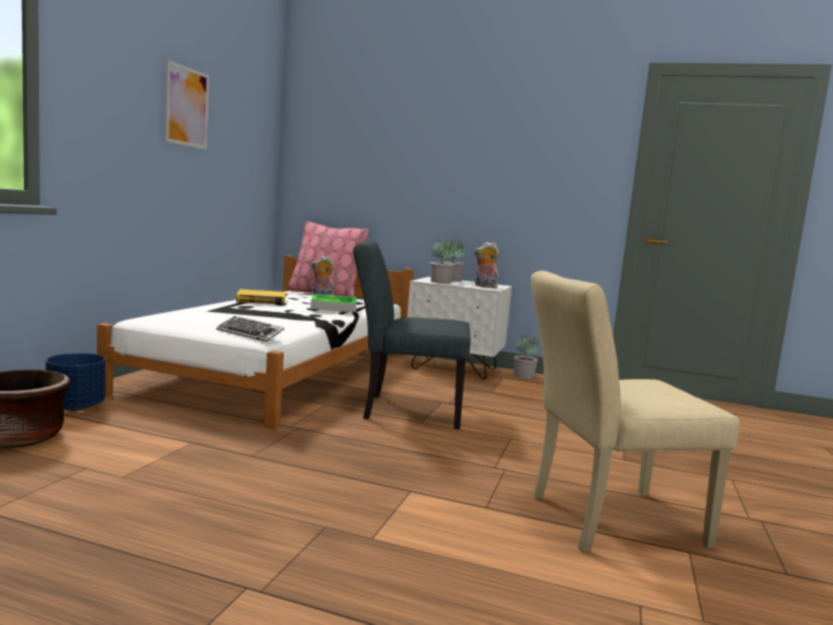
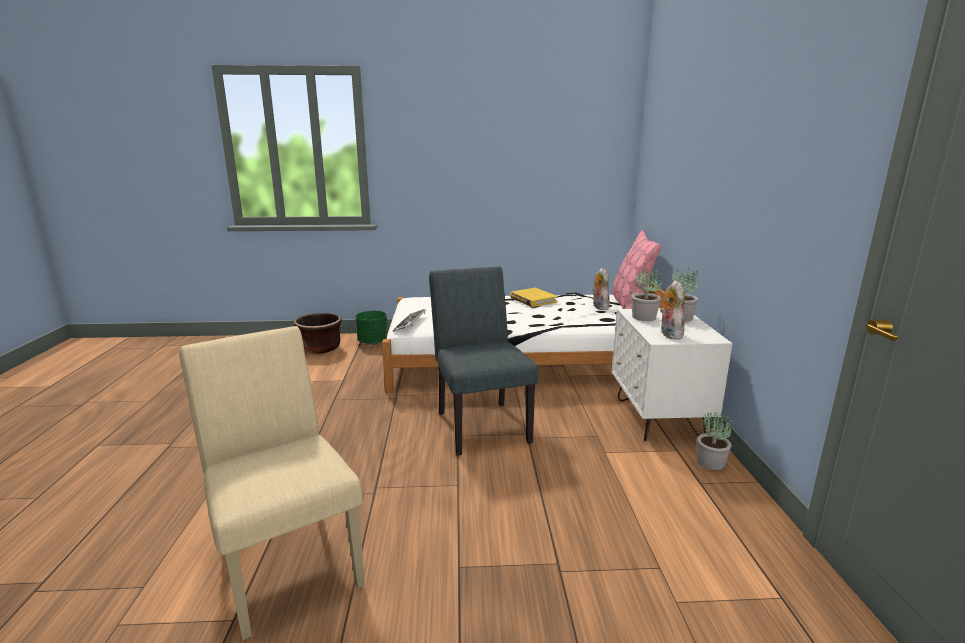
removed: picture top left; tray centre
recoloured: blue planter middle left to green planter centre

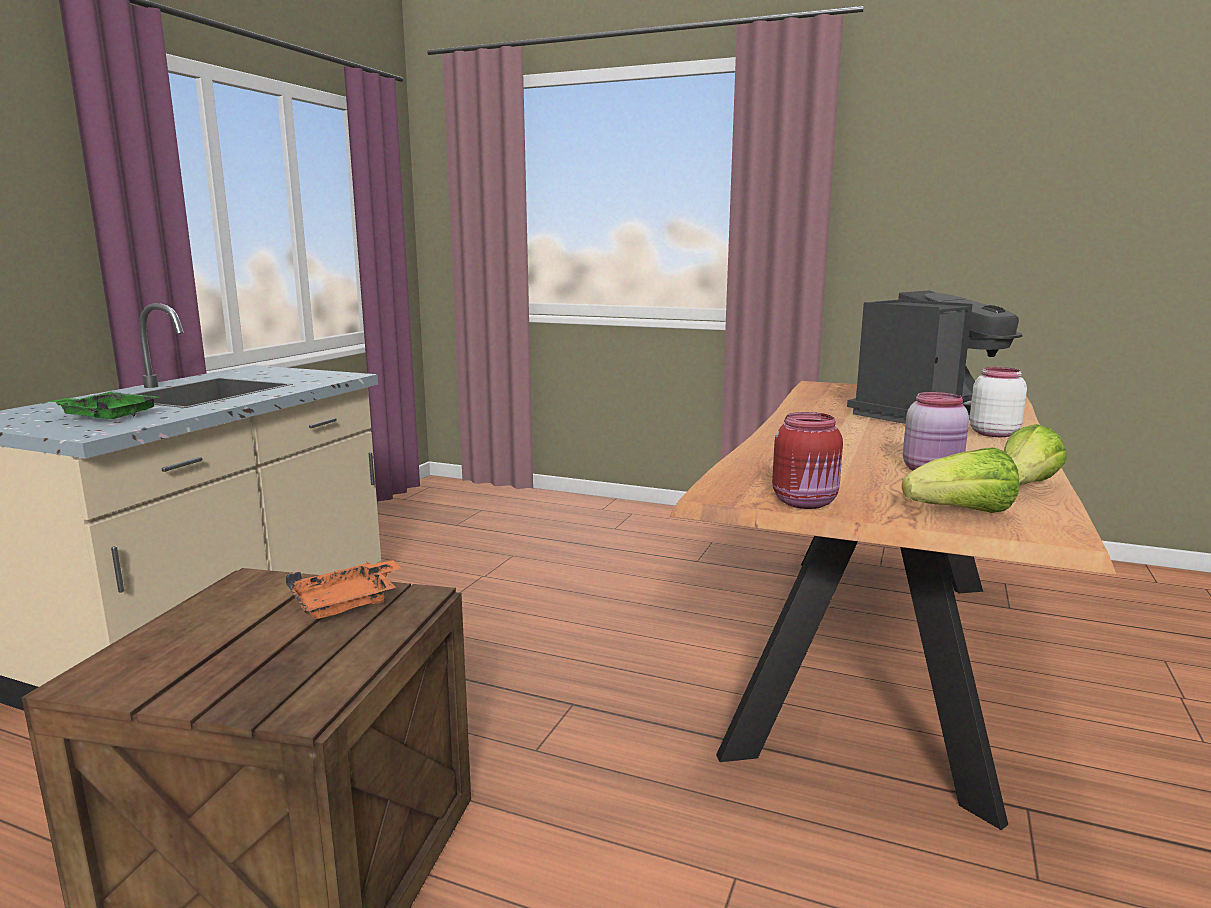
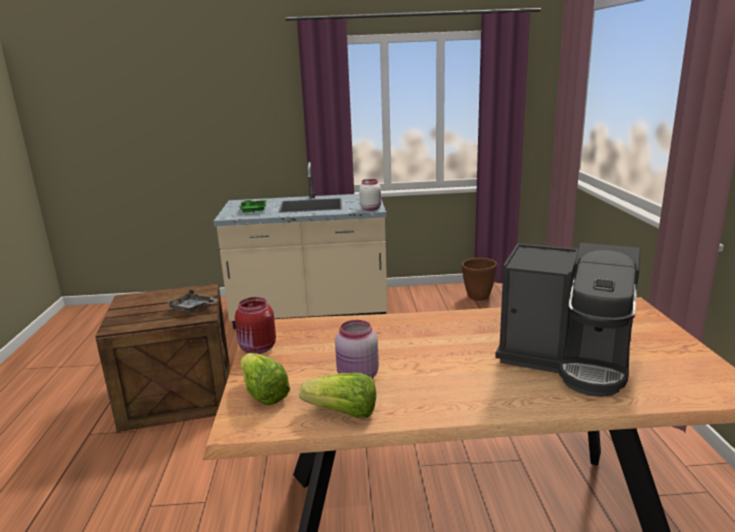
added: brown planter centre
moved: white jar middle right to centre
recoloured: orange tray middle left to grey tray middle left

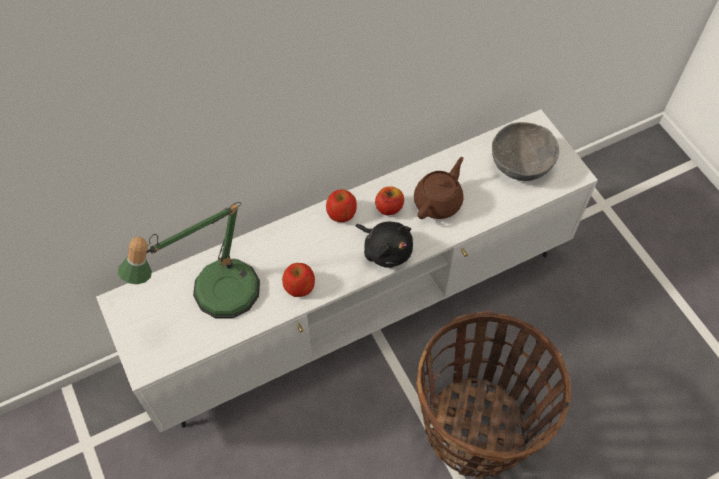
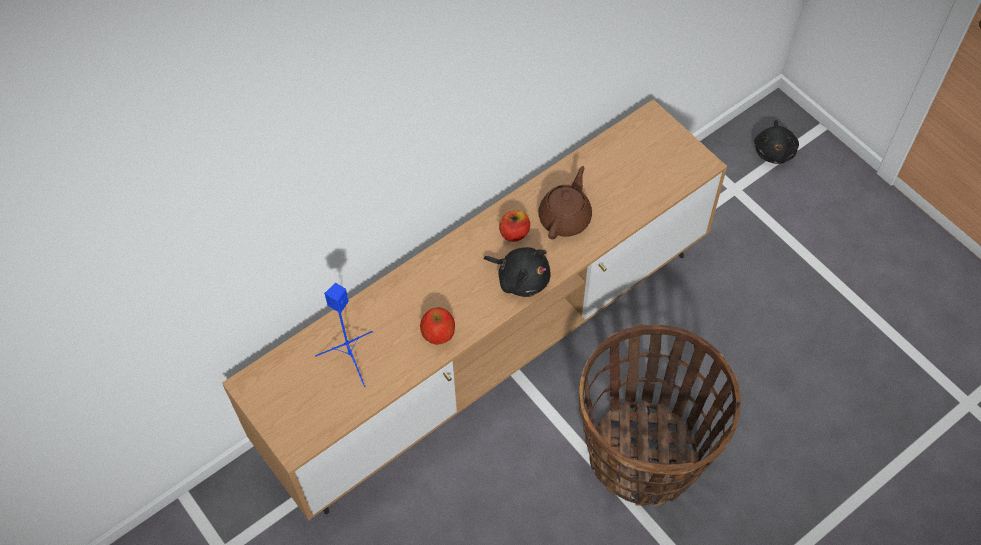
removed: apple (2nd from left) centre; grey bowl top right
added: black plush toy (2nd from left) top right
replaced: table lamp middle left to blue speaker centre
recoloured: white tv stand centre to brown tv stand centre

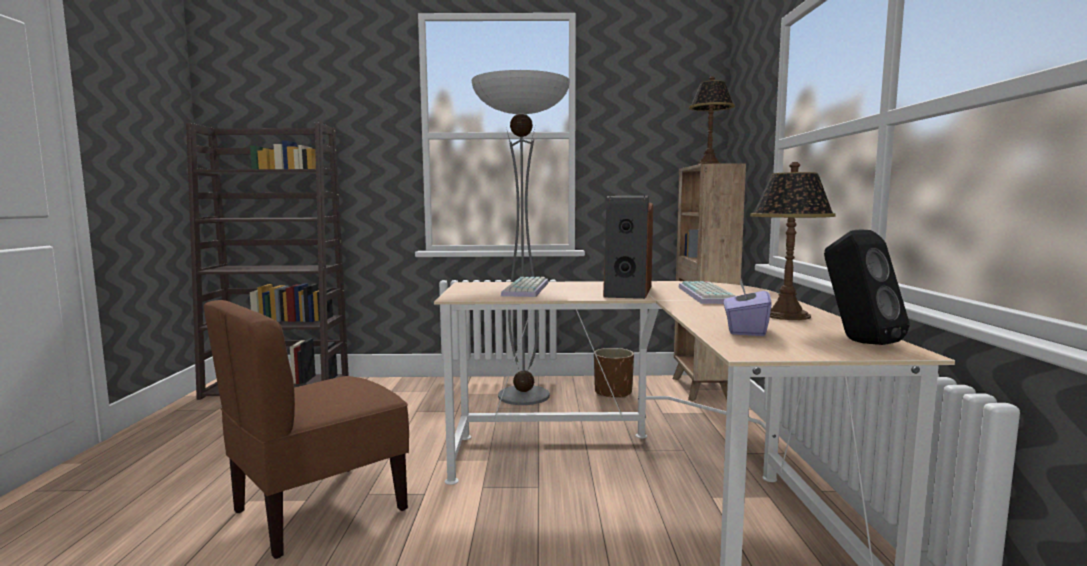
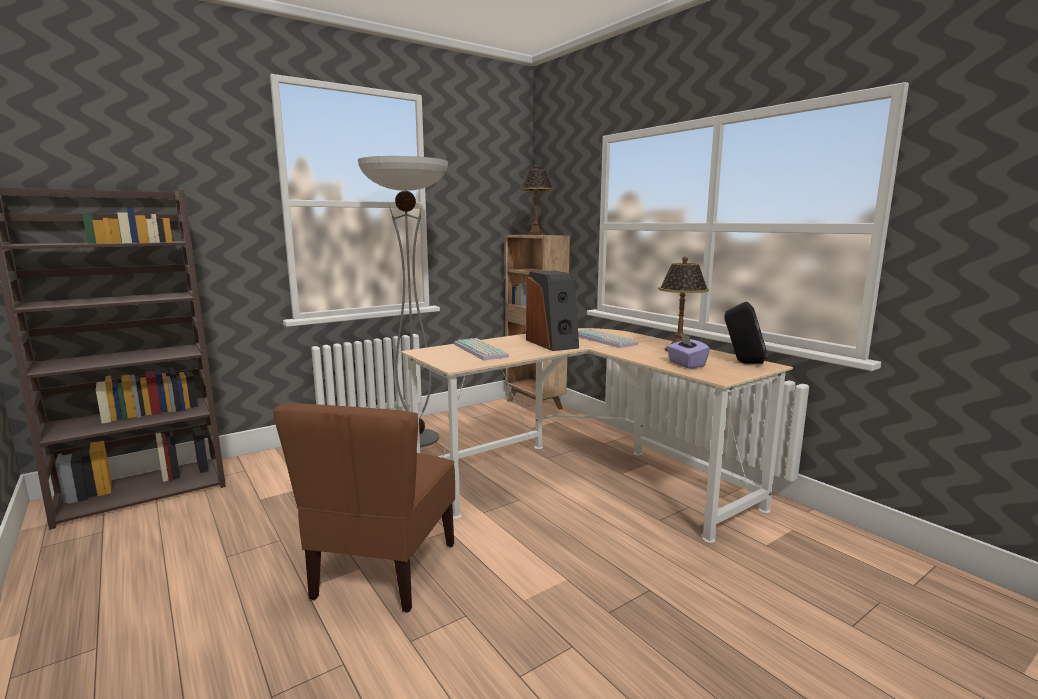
removed: brown planter centre

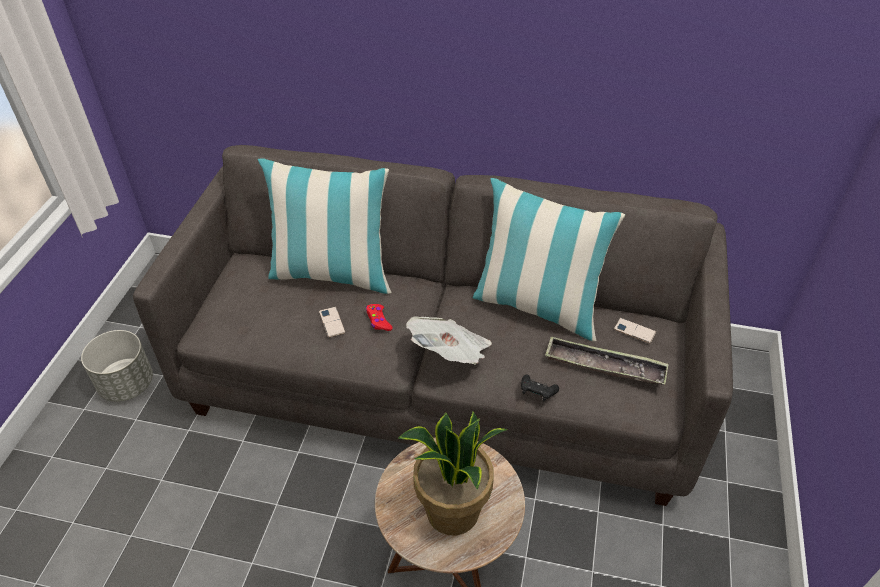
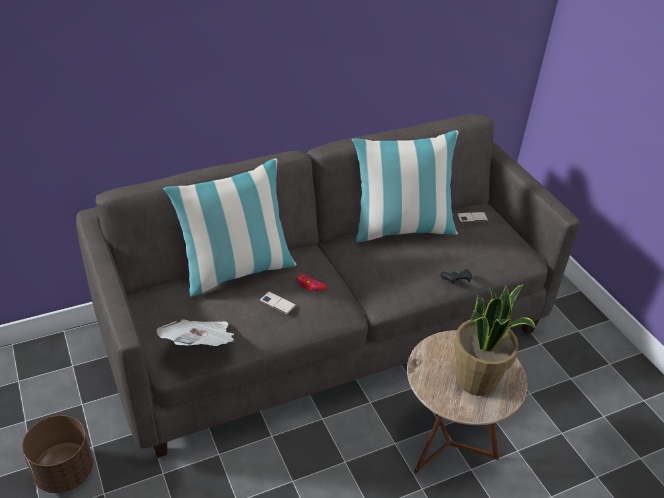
removed: tray middle right
moved: newspaper centre to bottom left
recoloured: grey planter middle left to brown planter bottom left

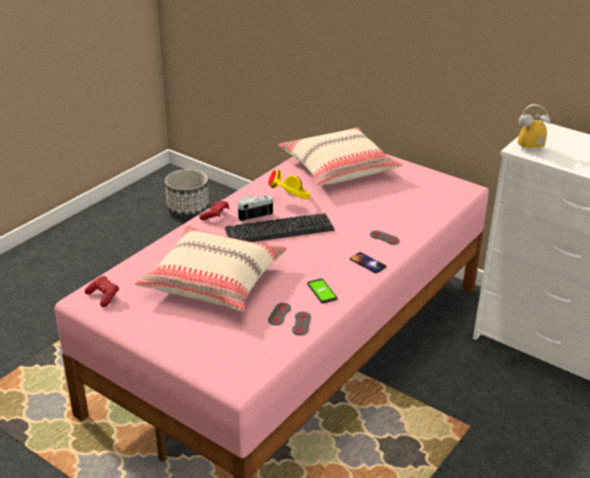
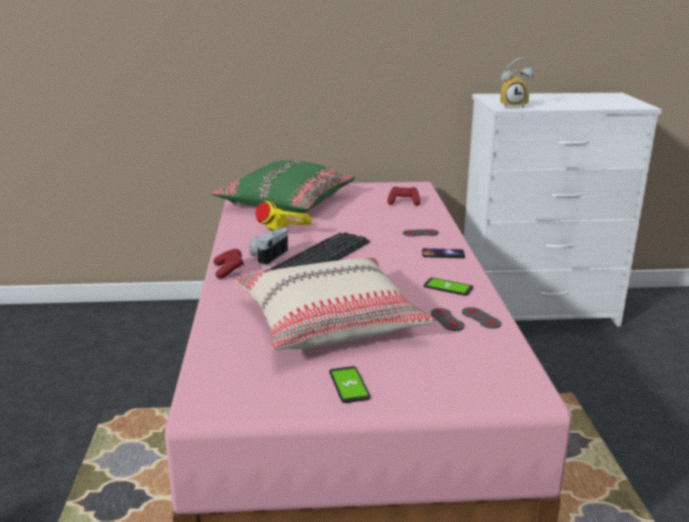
removed: planter middle left
added: phone (1st from left) bottom centre
moved: red game controller (1st from left in the first image) middle left to red game controller (2nd from left) centre
recoloured: beige pillow (2nd from left) top centre to green pillow centre
turned: alarm clock top right = top right 135 degrees counterclockwise

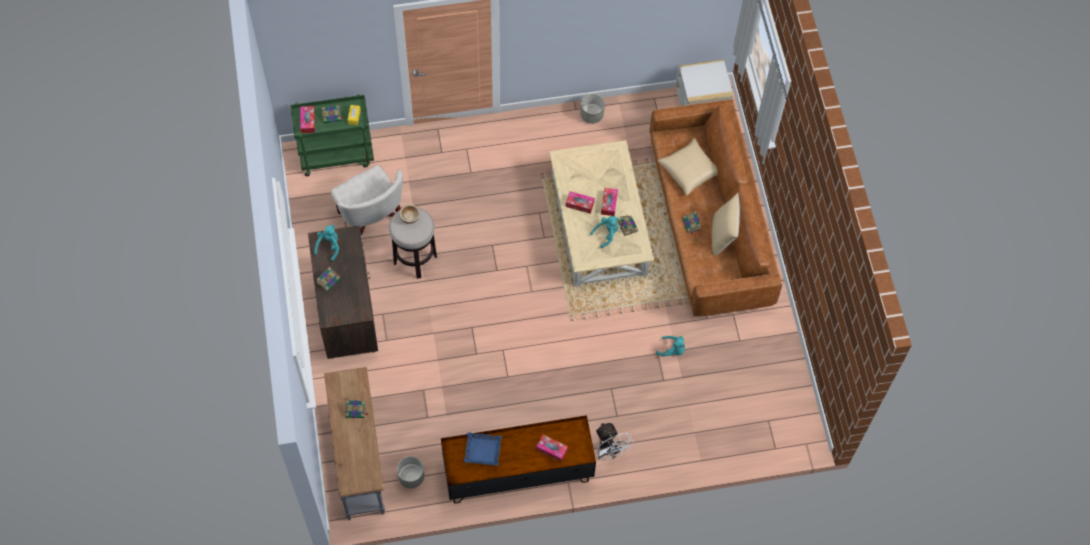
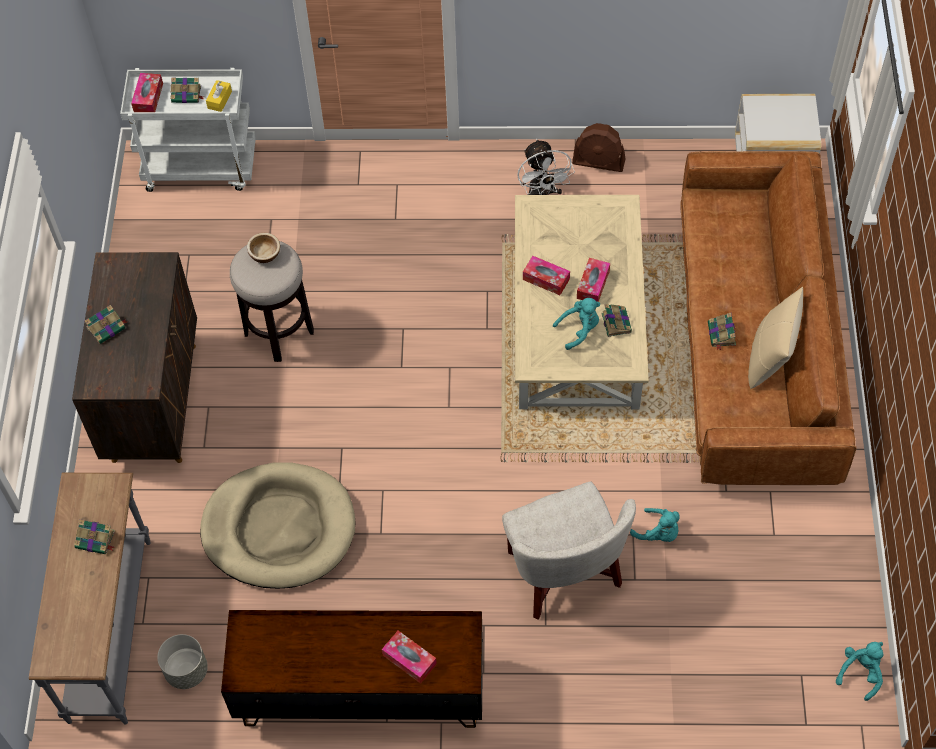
removed: blue tray bottom centre; beige pillow (1st from left) top centre
added: beige dog bed bottom left
moved: turquoise plush toy (1st from left in the first image) middle left to turquoise plush toy (3rd from left) bottom right; white armchair centre to bottom centre; white fan bottom centre to top centre
replaced: grey planter (2nd from left) top centre to brown fan top centre
recoloured: green cart top left to white cart top left

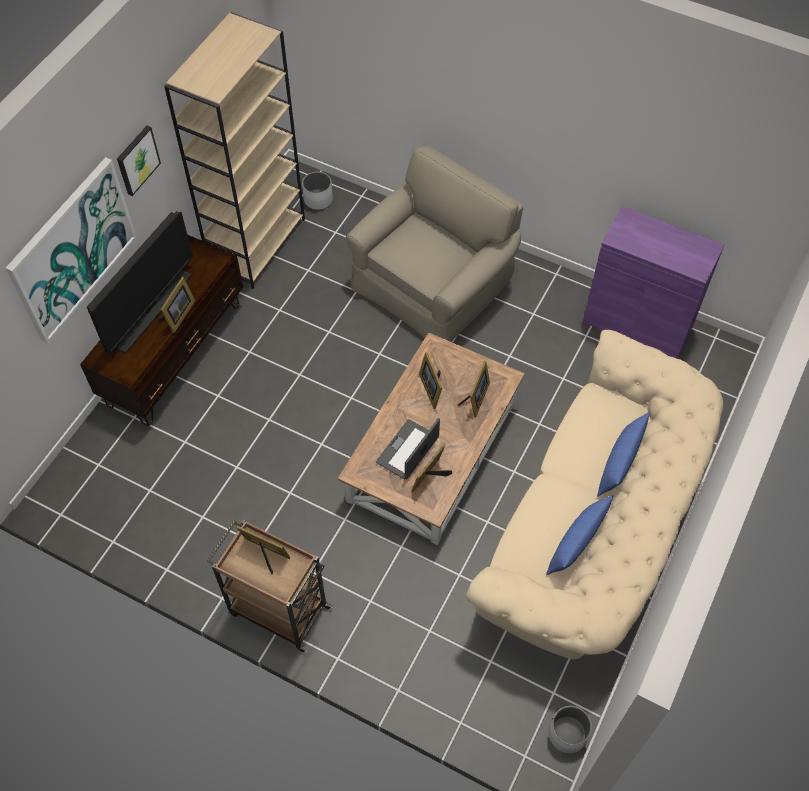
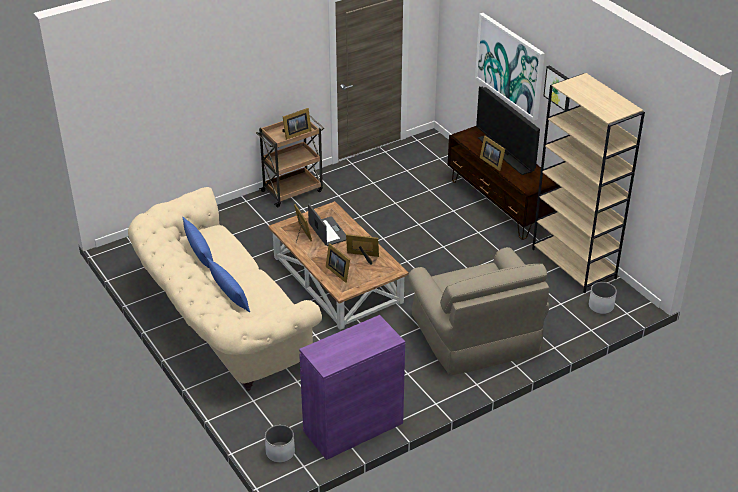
moved: white planter (2nd from left in the first image) bottom right to white planter (1st from left) bottom centre

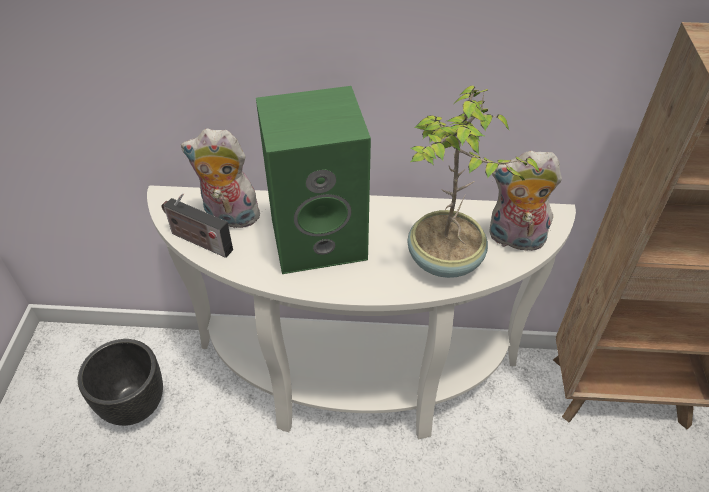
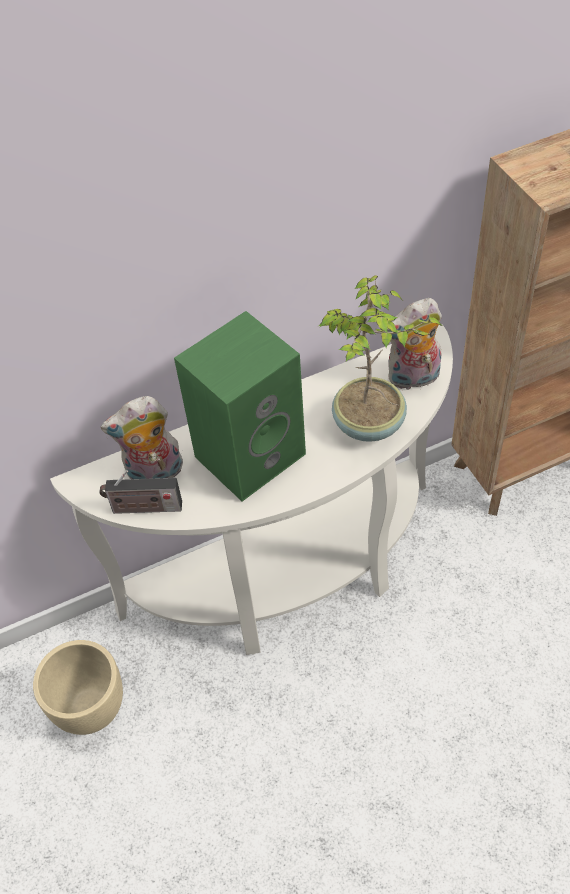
recoloured: black planter bottom left to beige planter bottom left

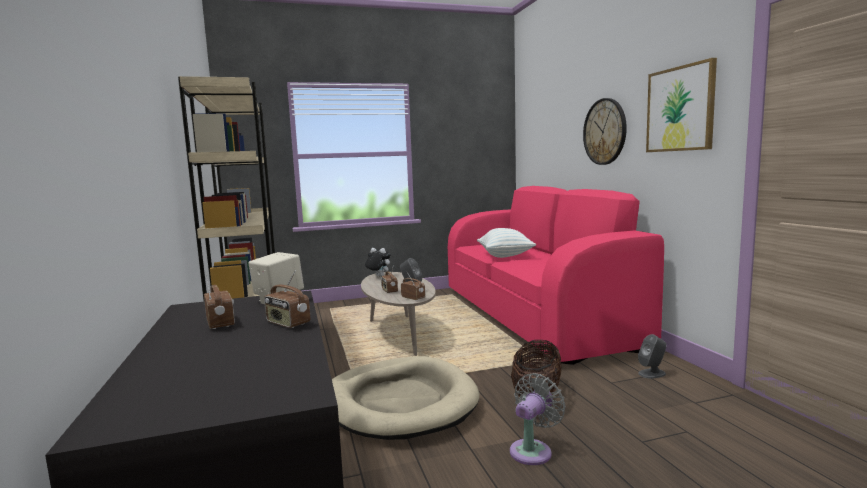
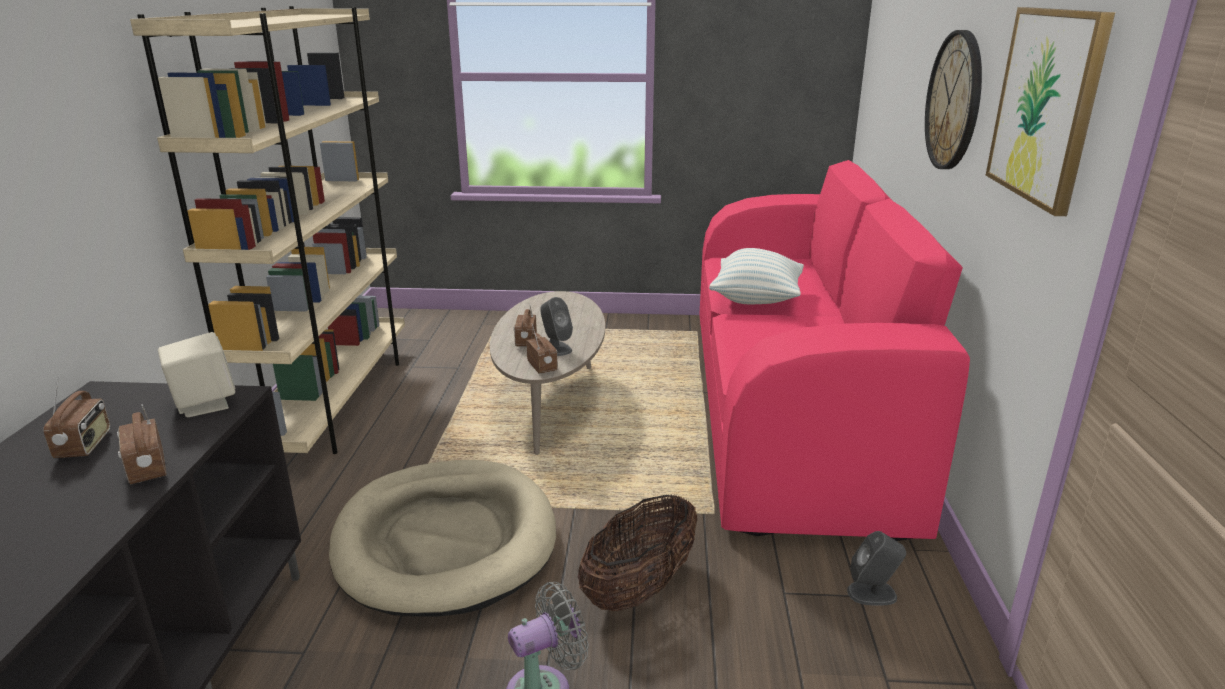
removed: plush toy centre

